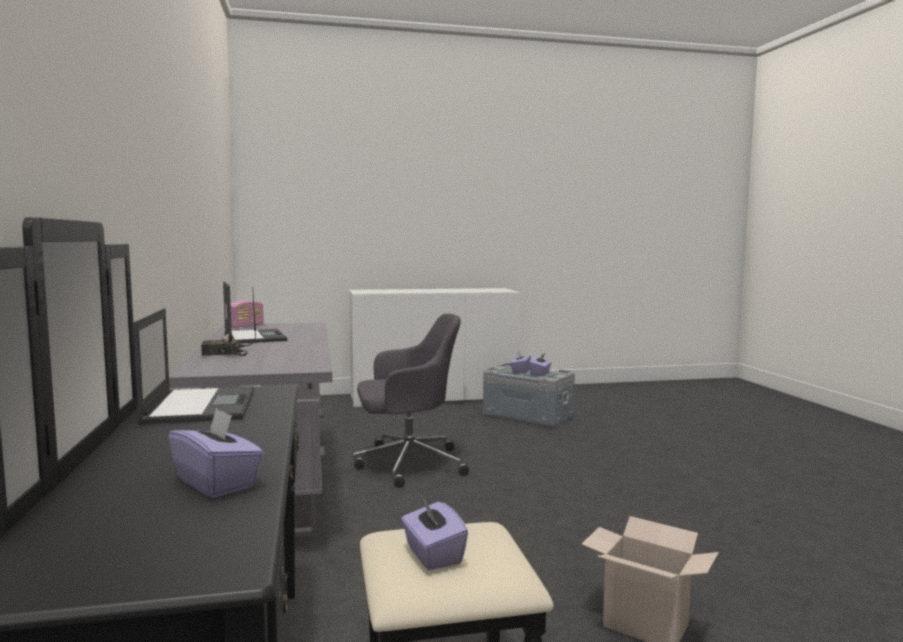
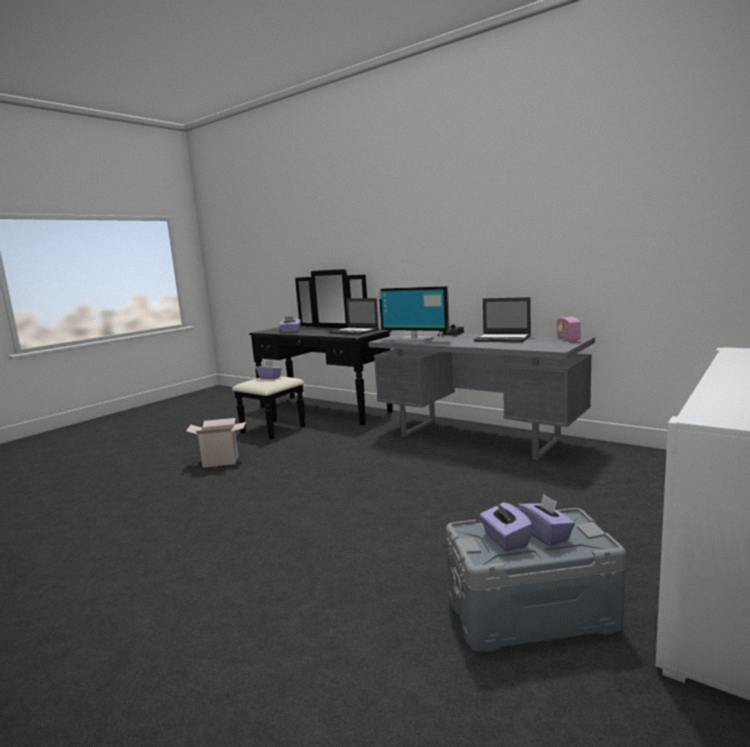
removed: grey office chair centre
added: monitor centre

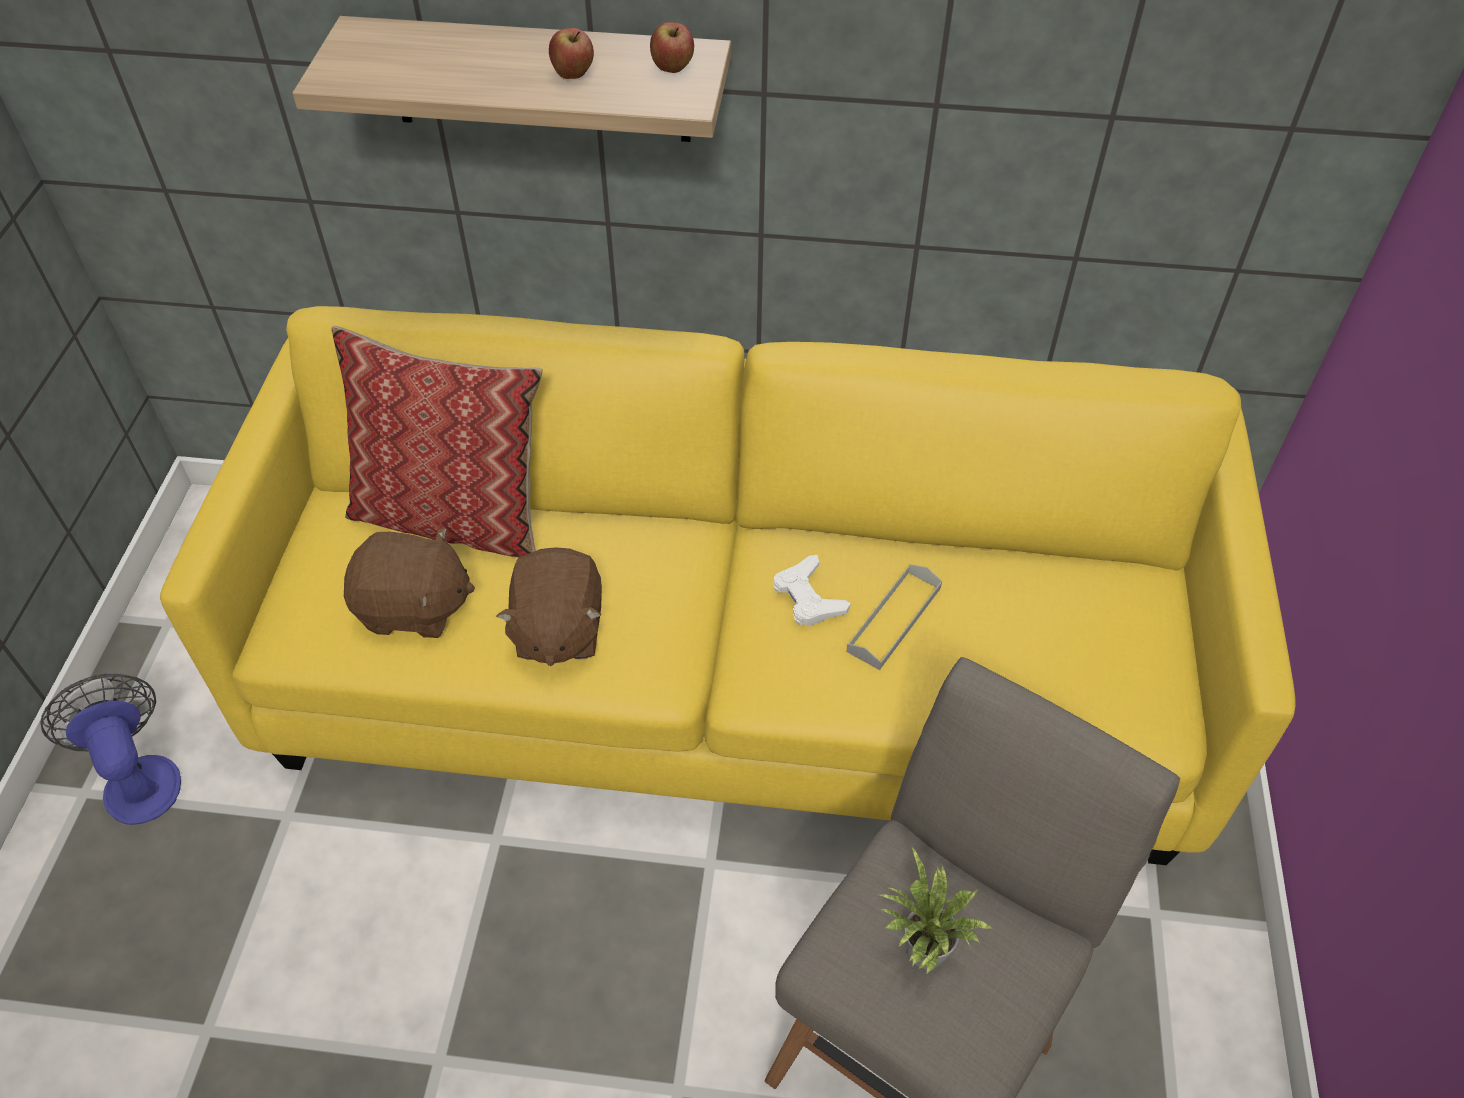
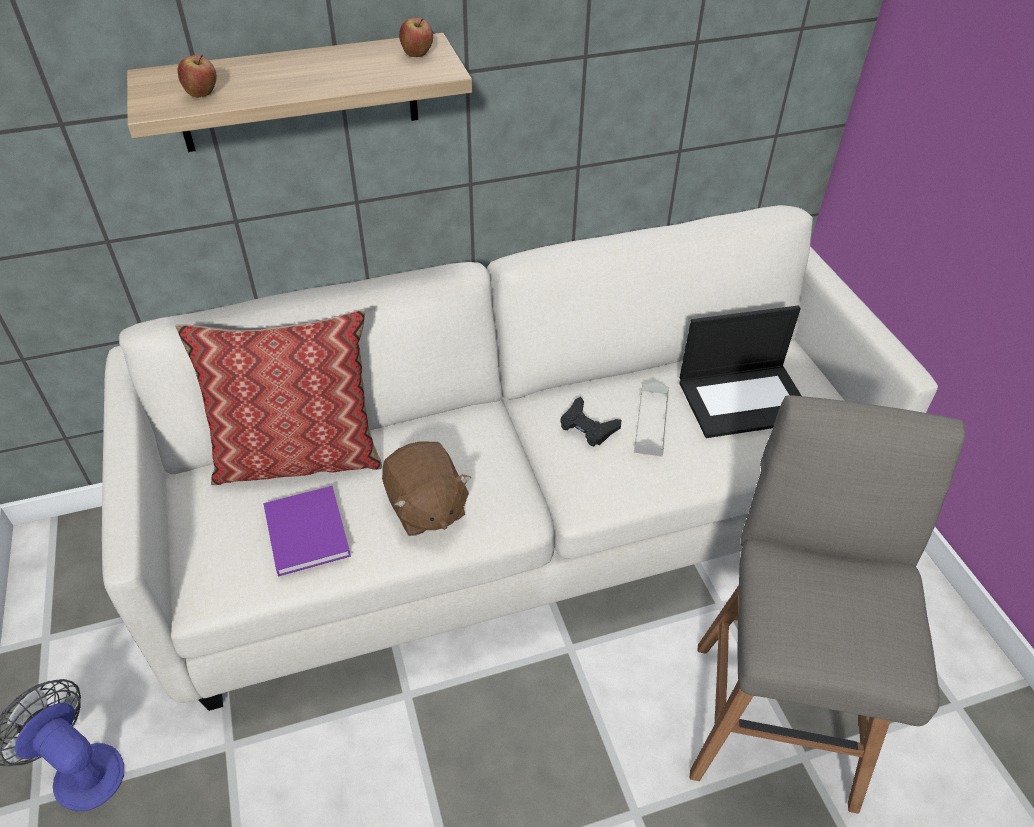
removed: potted plant bottom centre
added: laptop middle right
moved: apple (1st from left) top centre to top left
replaced: brown plush toy (1st from left) middle left to purple book middle left
recoloured: yellow sofa centre to white sofa centre; white game controller centre to black game controller centre

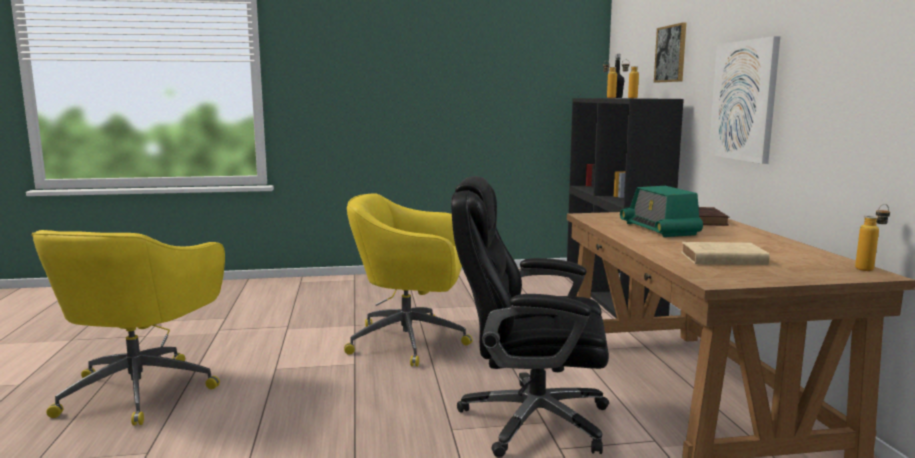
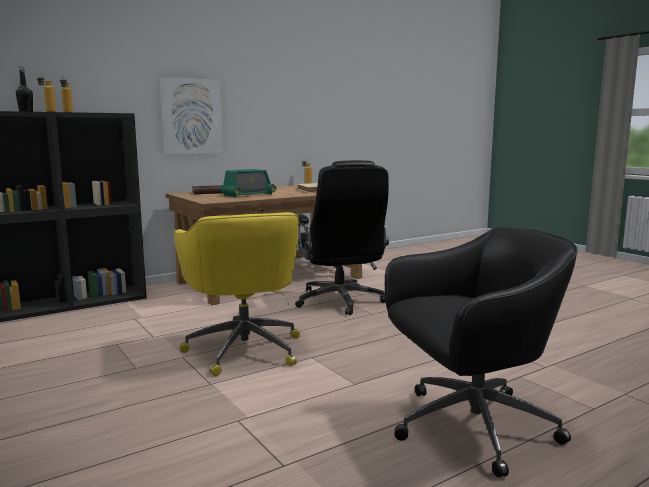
removed: picture (1st from left) top right
recoloured: yellow office chair (1st from left) bottom left to black office chair (2nd from left) bottom right

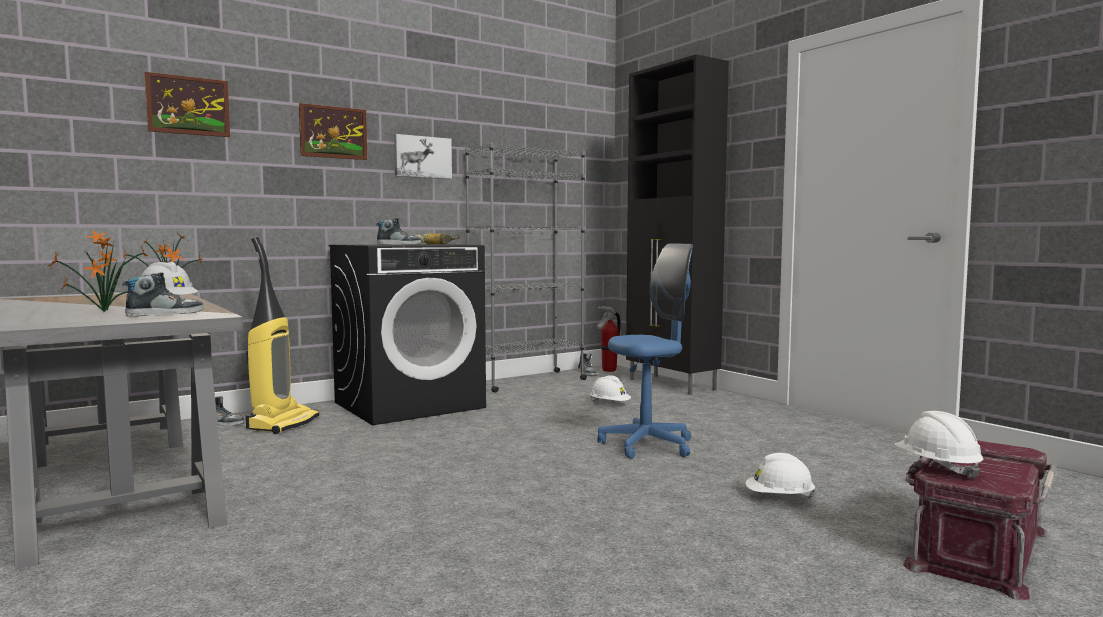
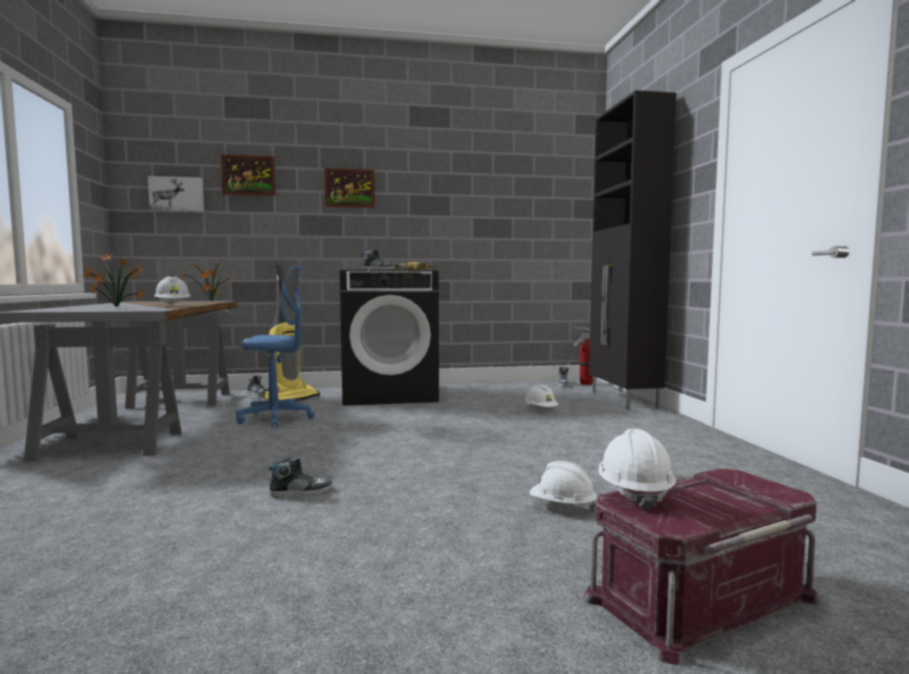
removed: grey bookcase centre
moved: shoe (1st from left in the first image) middle left to shoe (2nd from left) bottom left; picture (3rd from left in the first image) top centre to picture (1st from left) top left; blue office chair centre to middle left

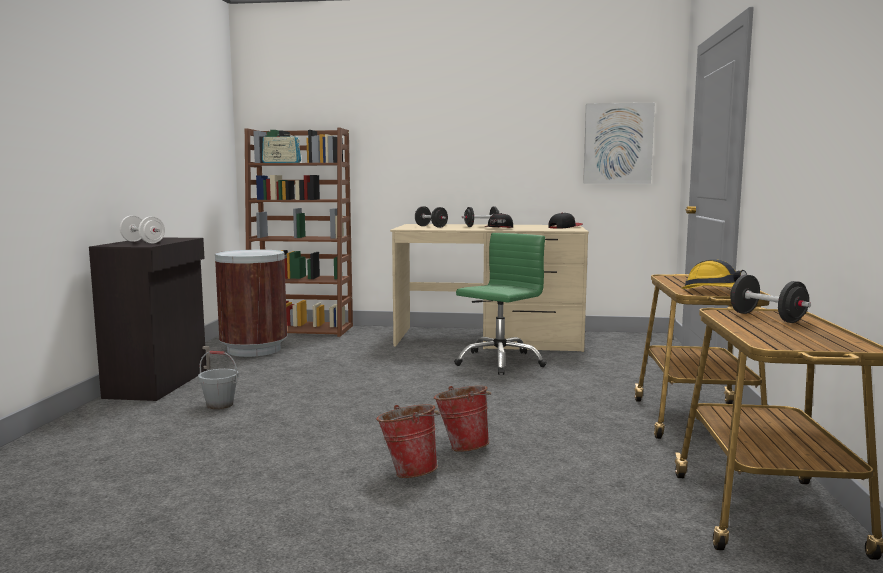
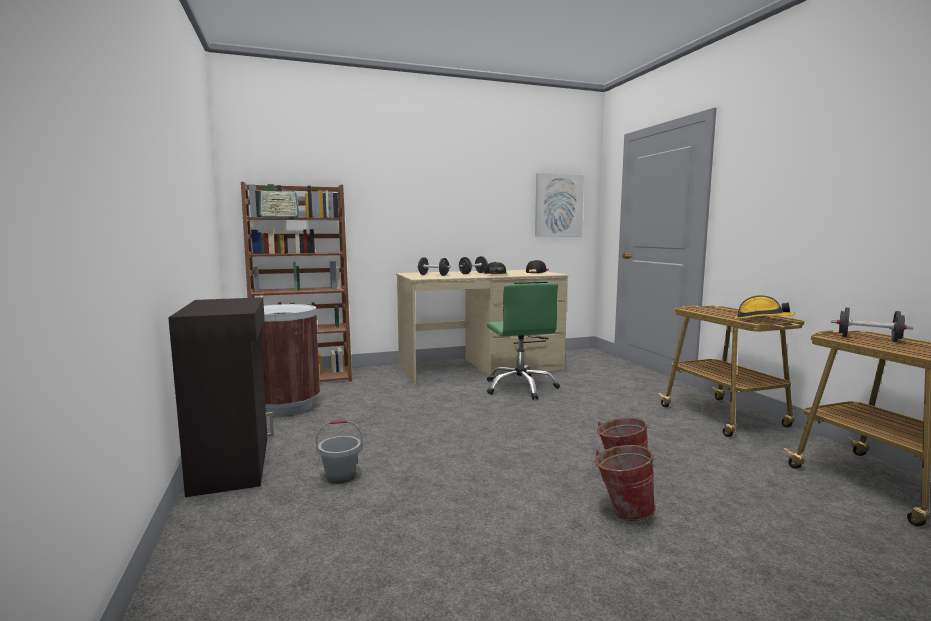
removed: white dumbbell middle left
turned: green office chair centre = centre 150 degrees clockwise

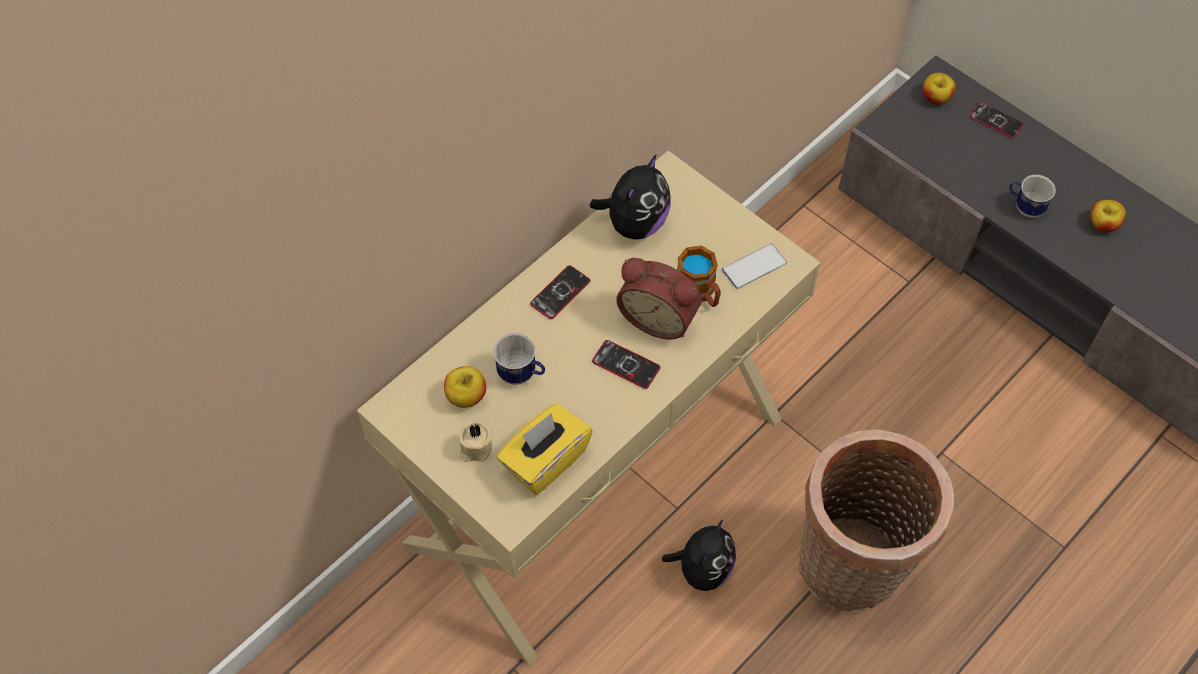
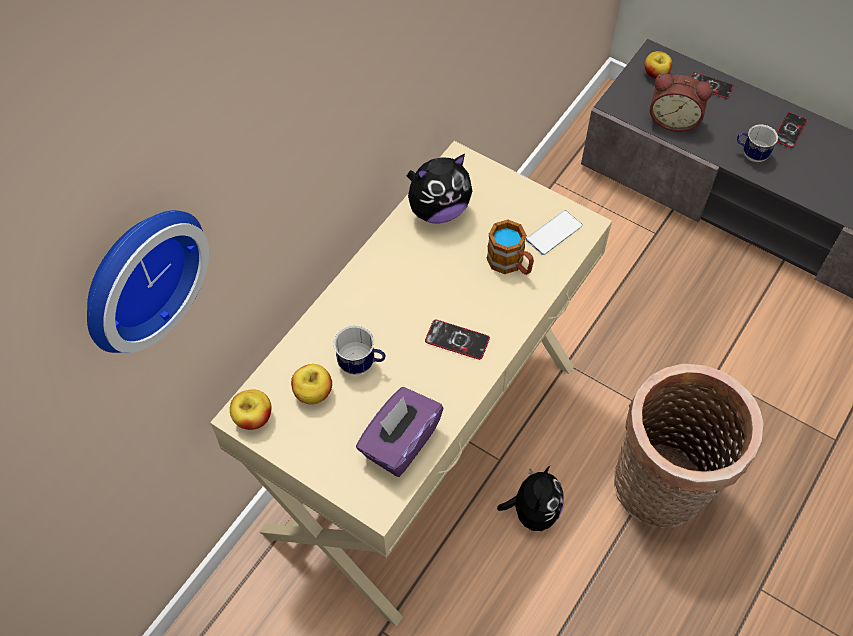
removed: beige candle centre
added: wall clock middle left
moved: phone (1st from left in the first image) centre to phone (4th from left) top right; alarm clock centre to top right; apple (3rd from left in the first image) top right to apple (1st from left) middle left
recoloured: yellow tissue box centre to purple tissue box bottom centre
turned: plush toy (1st from left) top centre = top centre 45 degrees clockwise

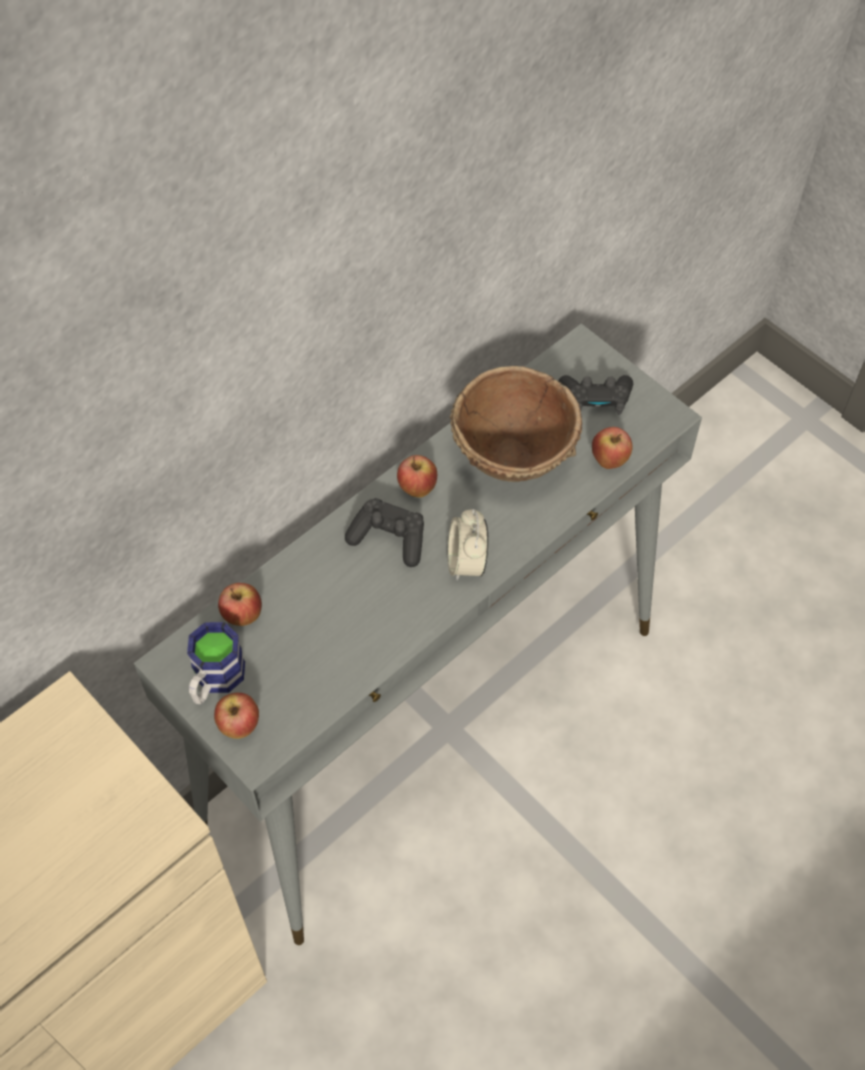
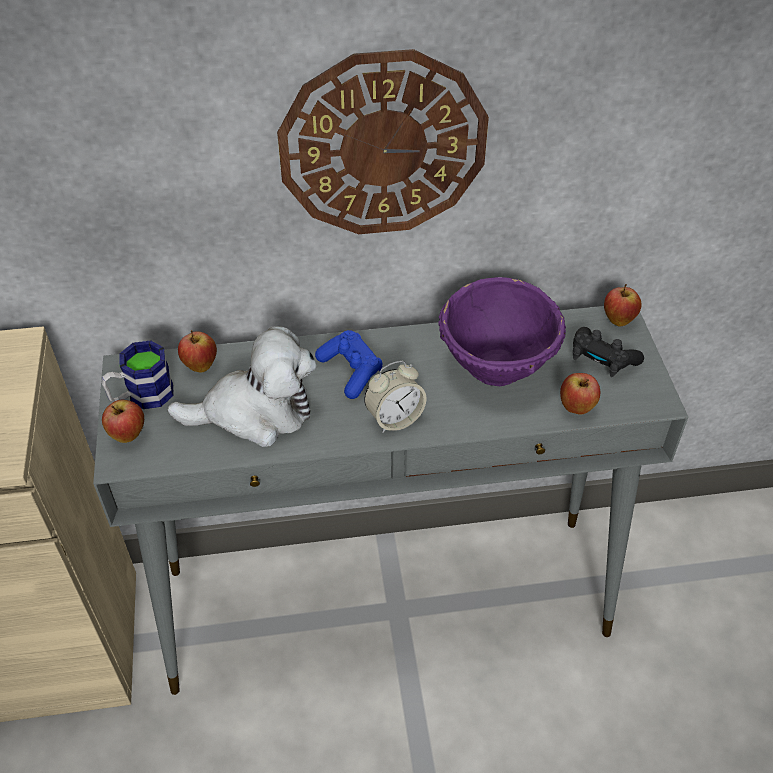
added: plush toy middle left; wall clock top centre
moved: apple (3rd from left in the first image) centre to apple (4th from left) middle right
recoloured: black game controller (1st from left) centre to blue game controller centre; brown bowl centre to purple bowl centre
turned: alarm clock centre = centre 150 degrees counterclockwise

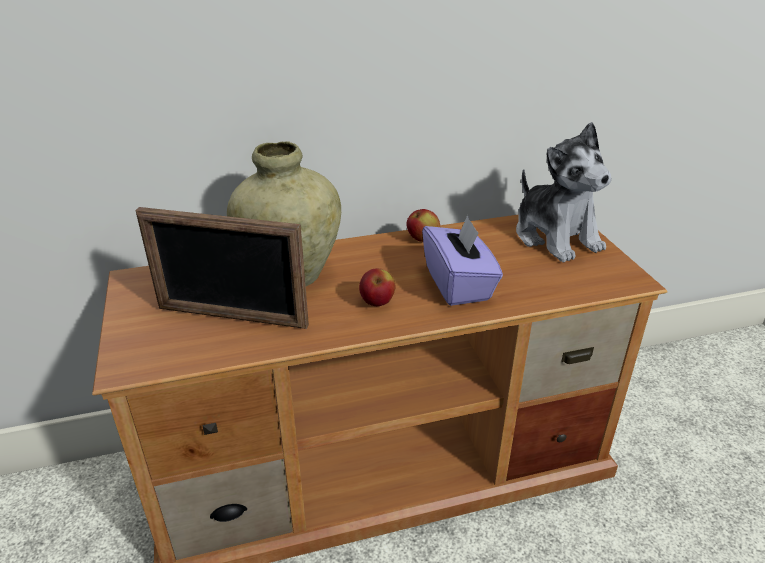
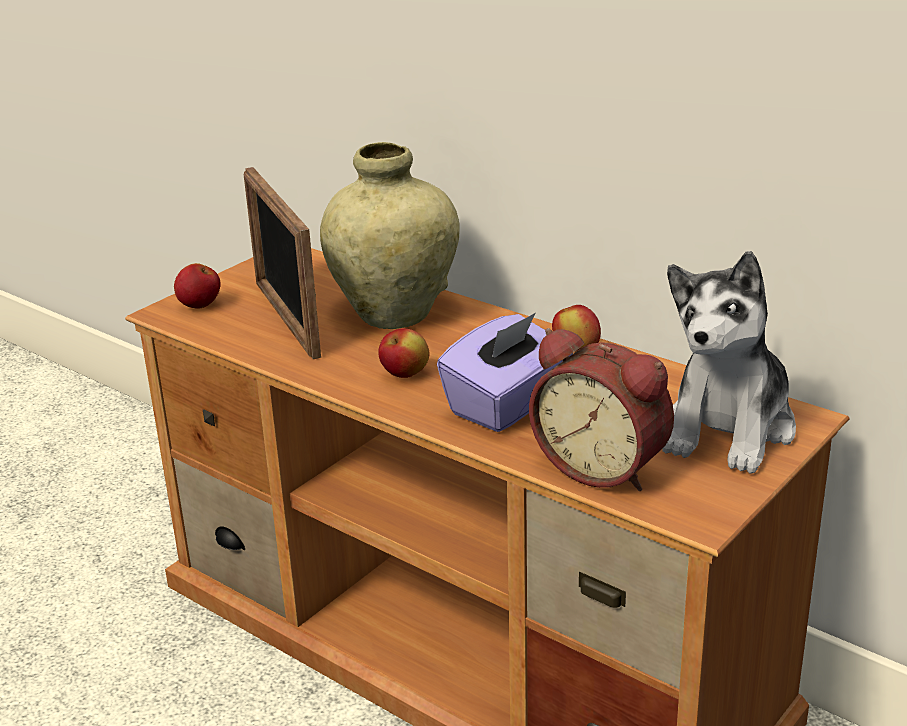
added: apple (1st from left) middle left; alarm clock centre

